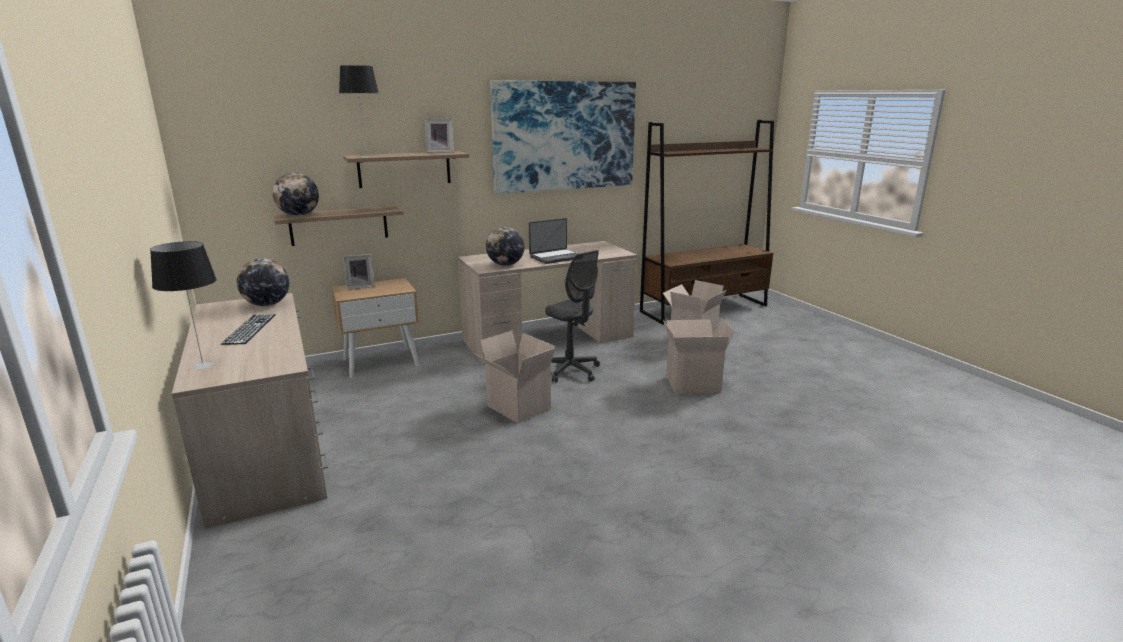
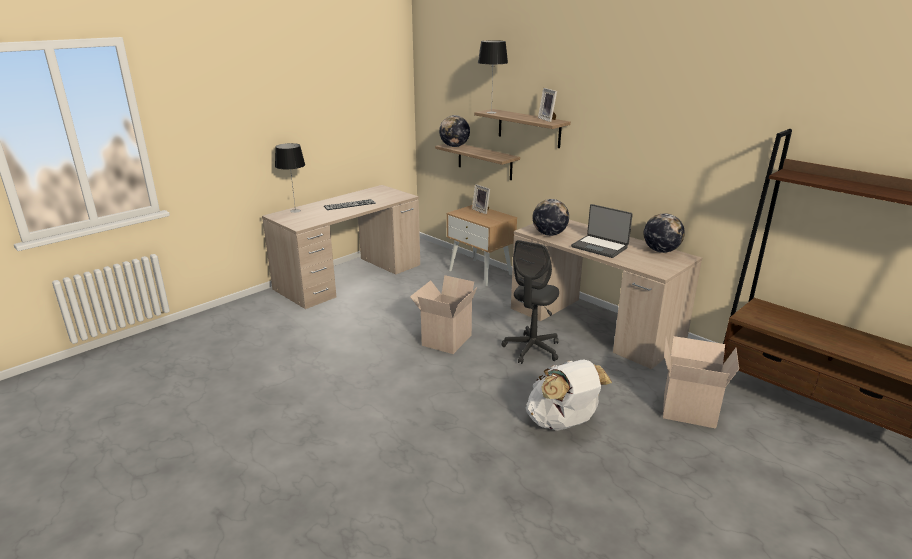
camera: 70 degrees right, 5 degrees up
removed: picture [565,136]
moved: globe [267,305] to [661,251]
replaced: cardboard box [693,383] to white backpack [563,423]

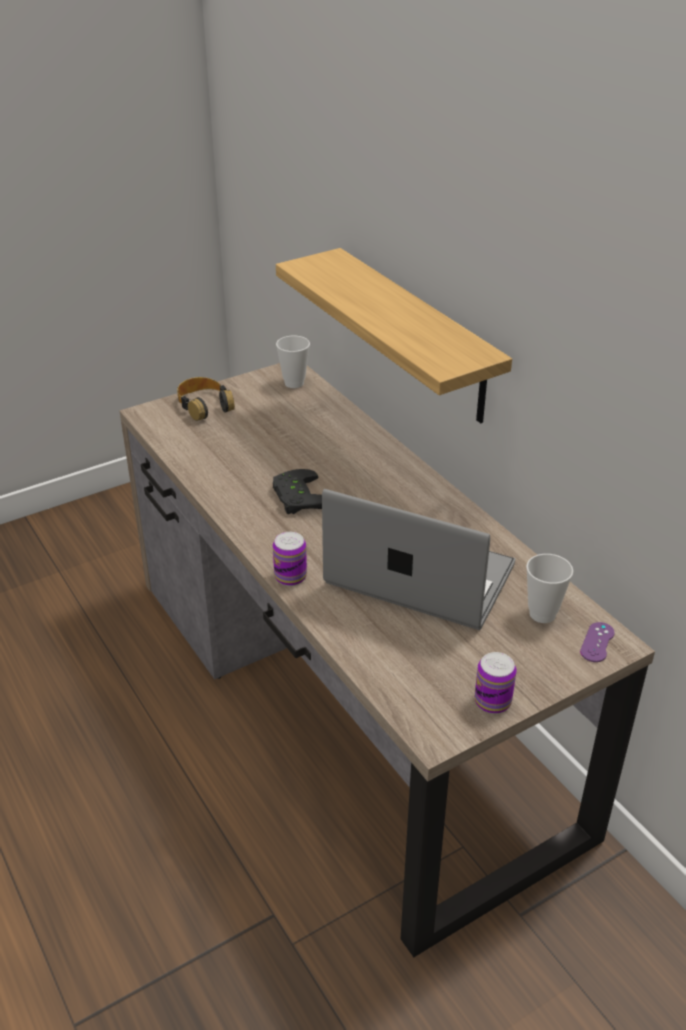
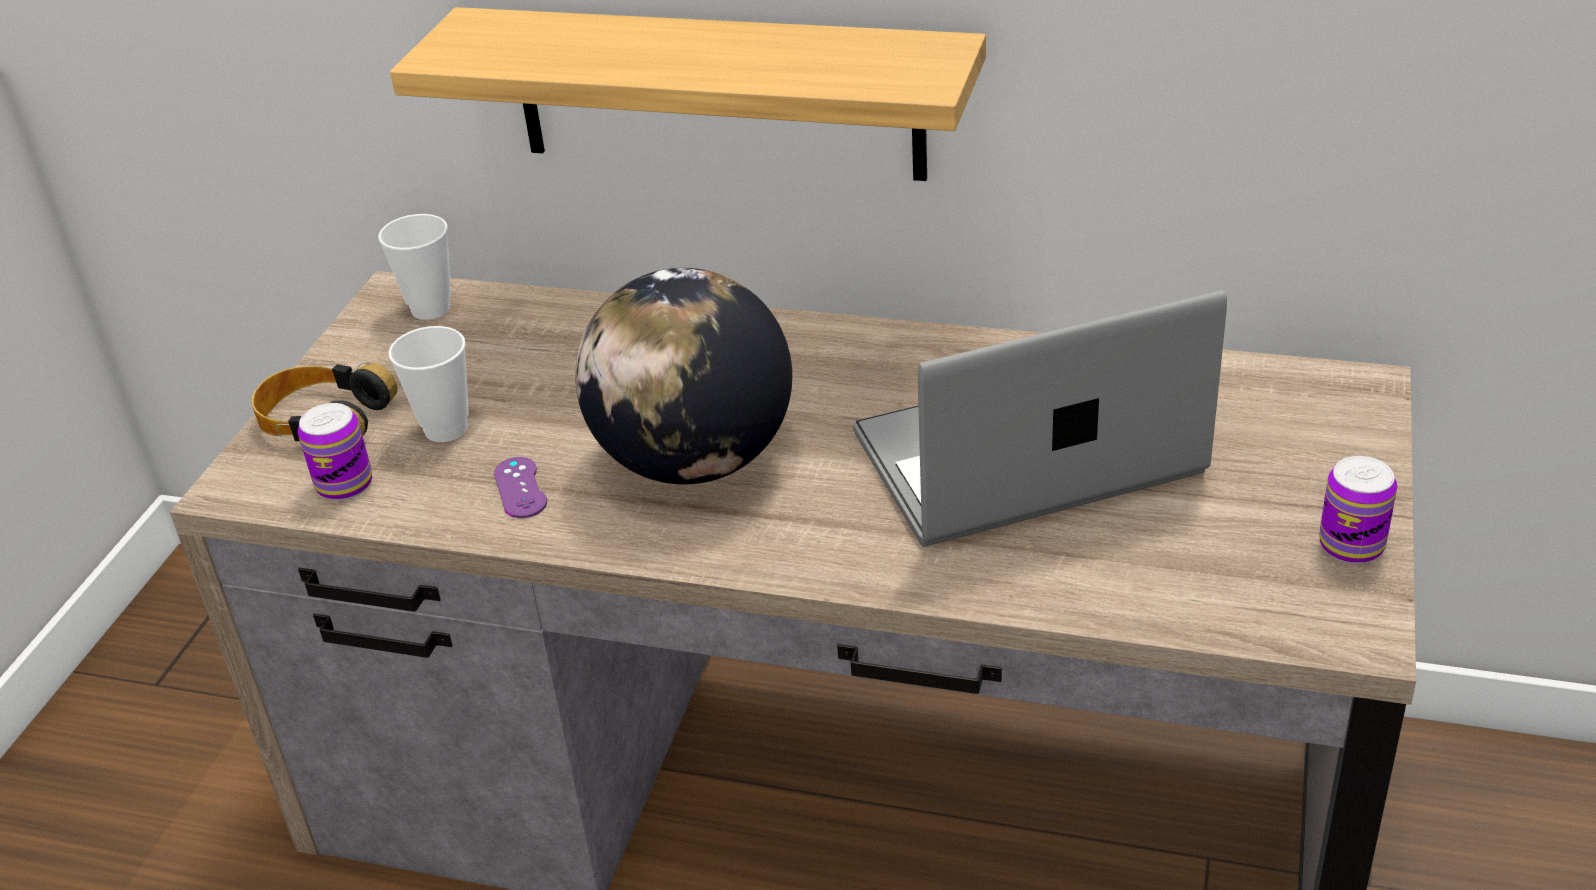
camera: 40 degrees left, 0 degrees up
moved: can [290,576] to [344,484]; cup [542,614] to [446,429]; purple game controller [597,642] to [520,488]
replaced: black game controller [297,497] to globe [694,461]

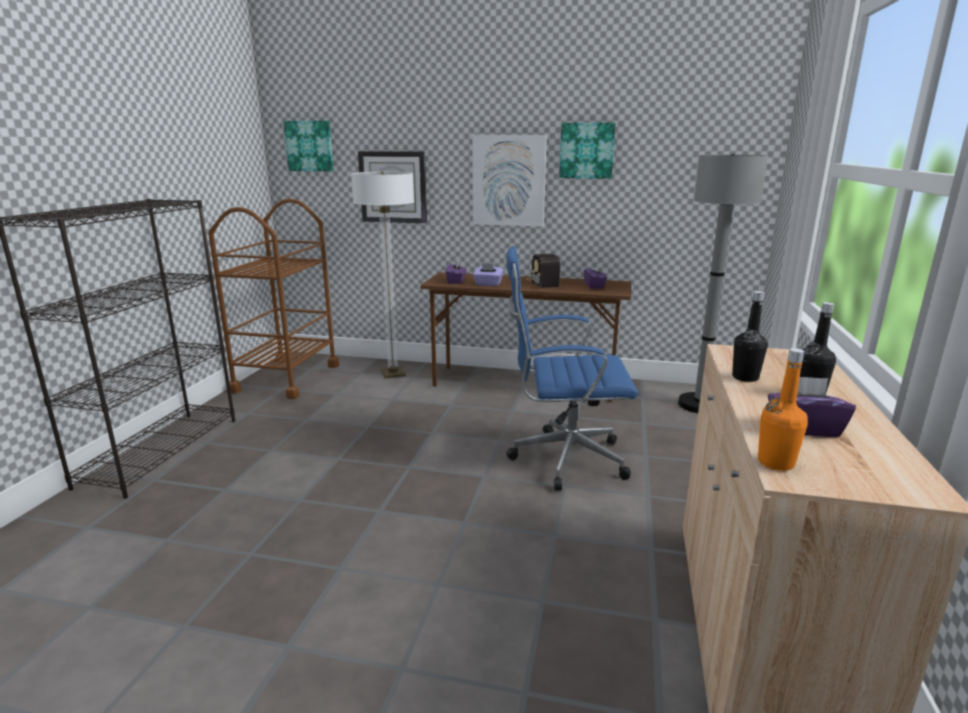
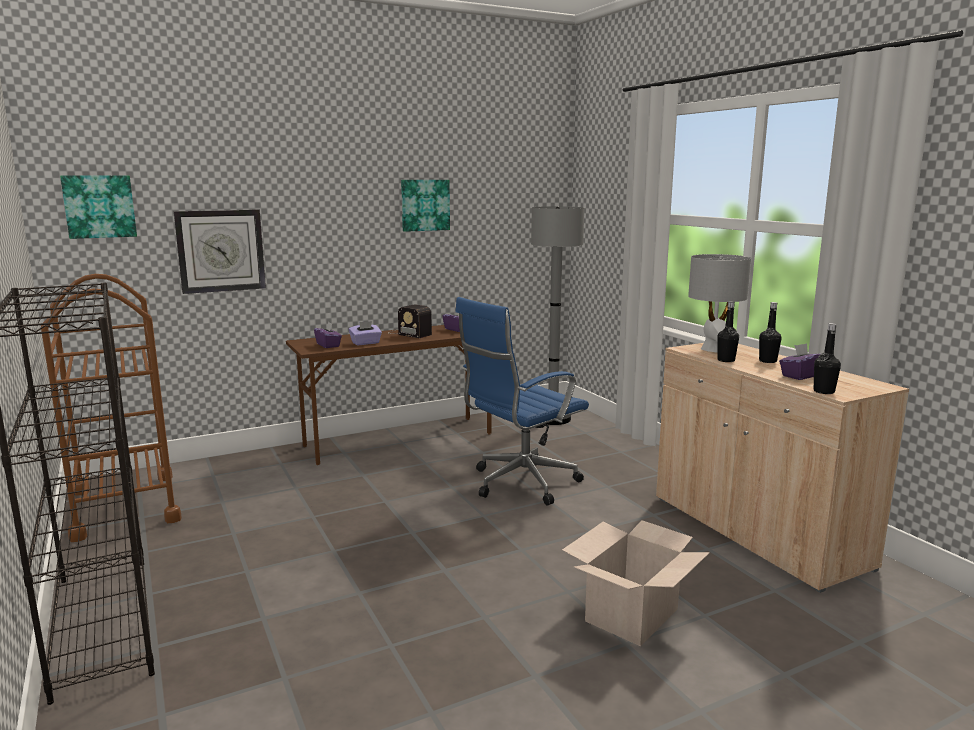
camera: 40 degrees left, 5 degrees down
removed: picture [509,180]; floor lamp [393,374]
added: grey table lamp [713,349]; cardboard box [632,615]
recoloured: orange bottle [775,463] to black bottle [824,391]

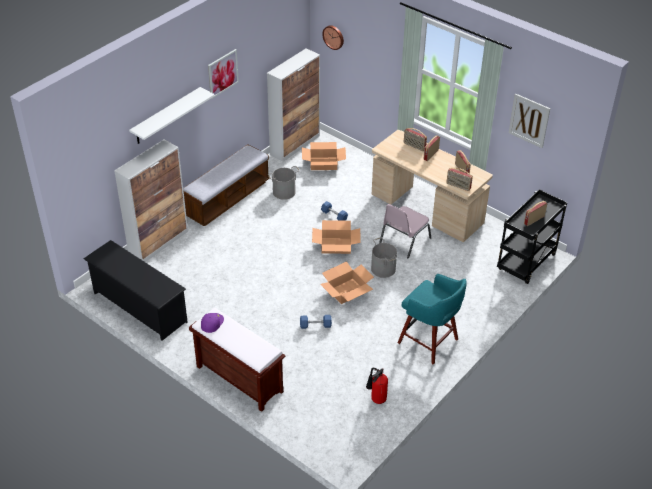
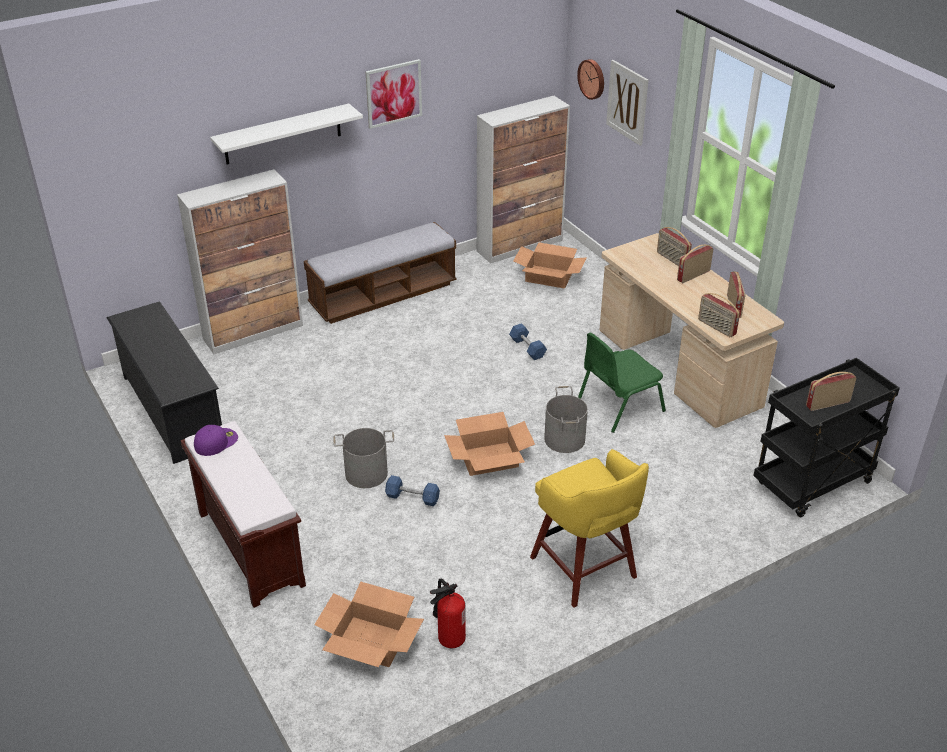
camera: 20 degrees right, 5 degrees down
moved: picture [529,120] to [627,102]; grey bucket [284,192] to [366,474]; cardboard box [336,246] to [371,641]
recoloured: pink chair [404,241] to green chair [618,406]; turquoise stool [429,342] to yellow stool [584,569]

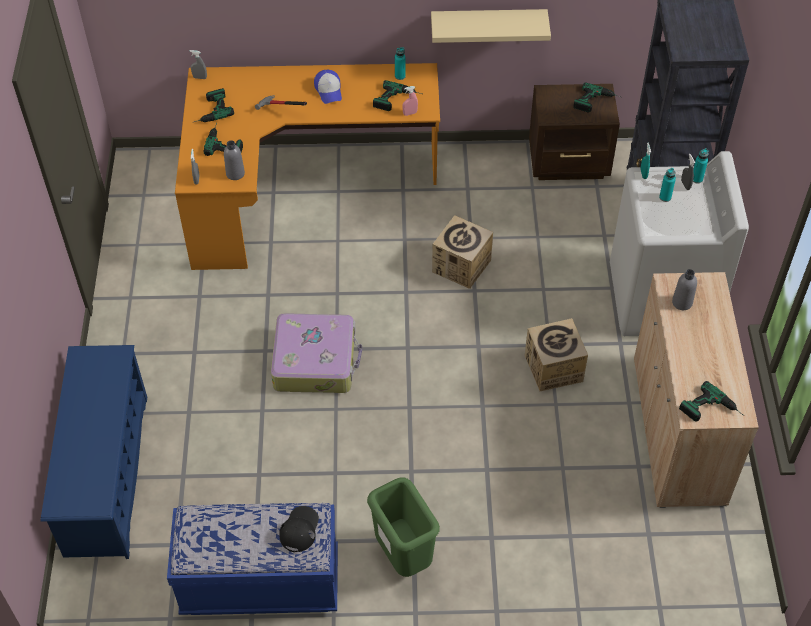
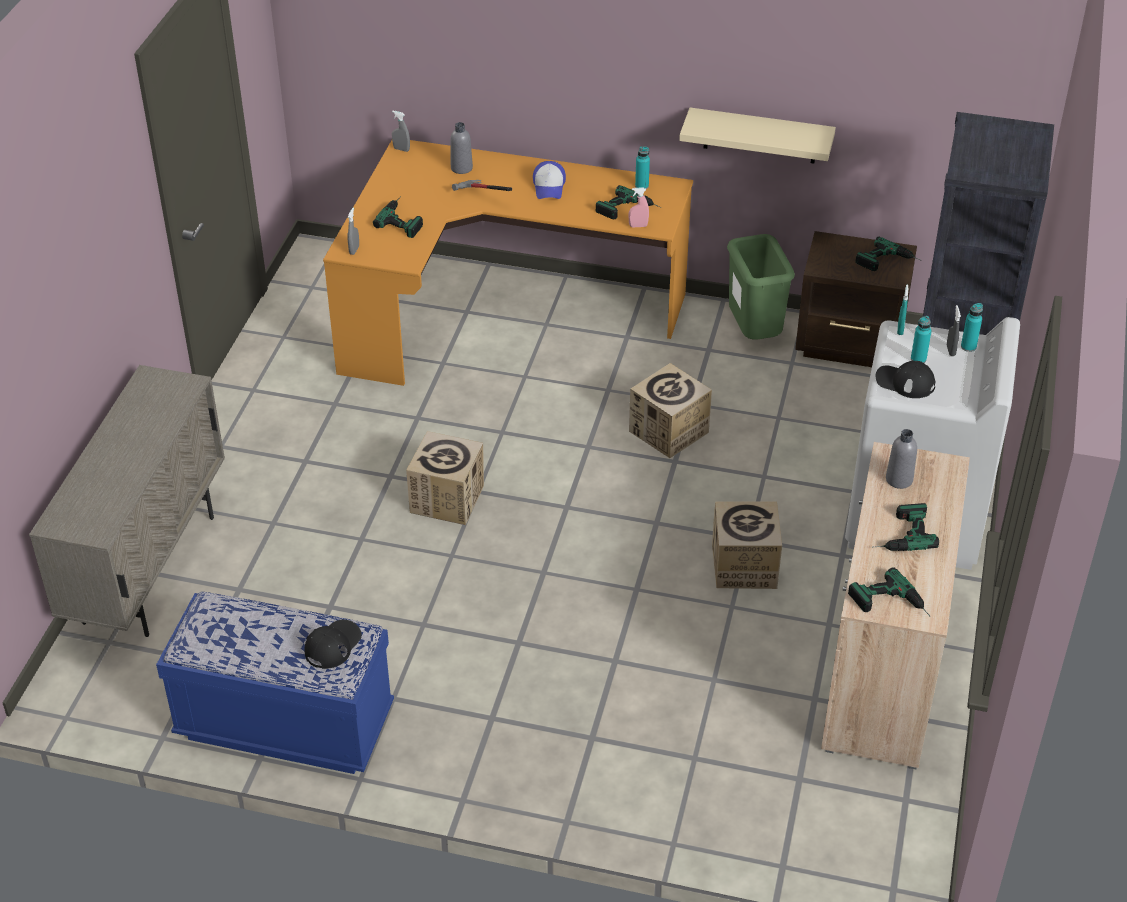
camera: 15 degrees right, 10 degrees down
added: black cap [905,382]
moved: power drill [209,110] to [899,534]; grey bottle [235,173] to [461,168]; green trash can [404,556] to [754,335]
replaced: suitcase [315,361] to cardboard box [447,499]; blue shoe rack [106,475] to beige cabinet [150,569]

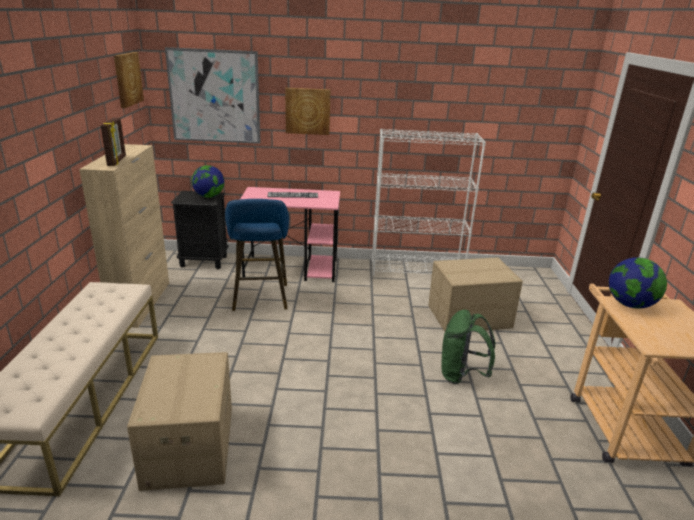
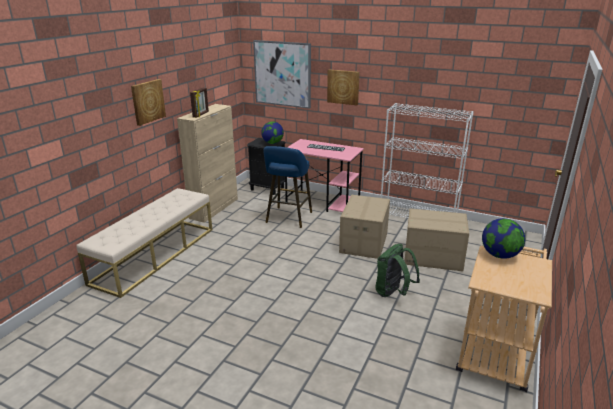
camera: 25 degrees right, 0 degrees up
moved: picture [127,79] to [147,101]; cardboard box [188,446] to [363,242]

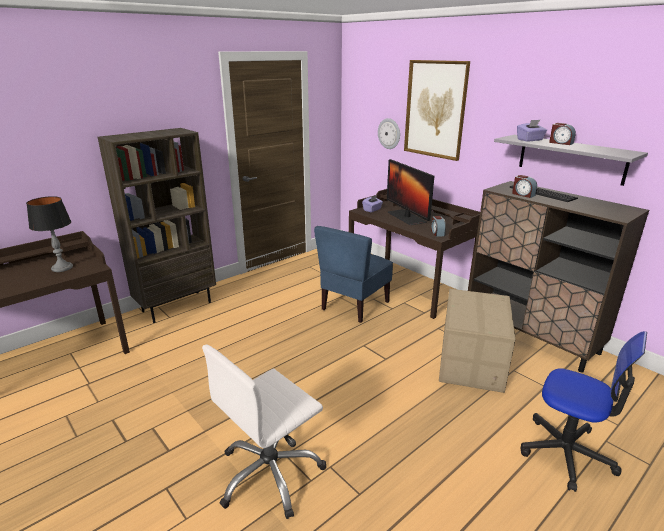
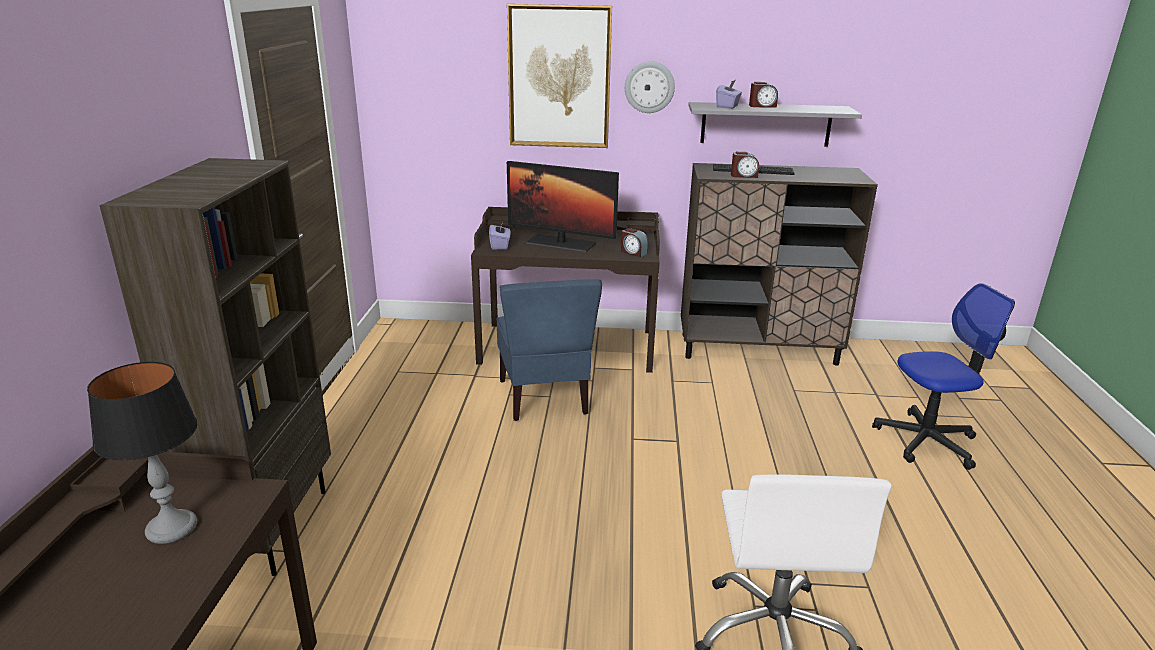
camera: 45 degrees left, 0 degrees up
removed: cardboard box [472,362]
moved: wall clock [389,133] to [649,87]

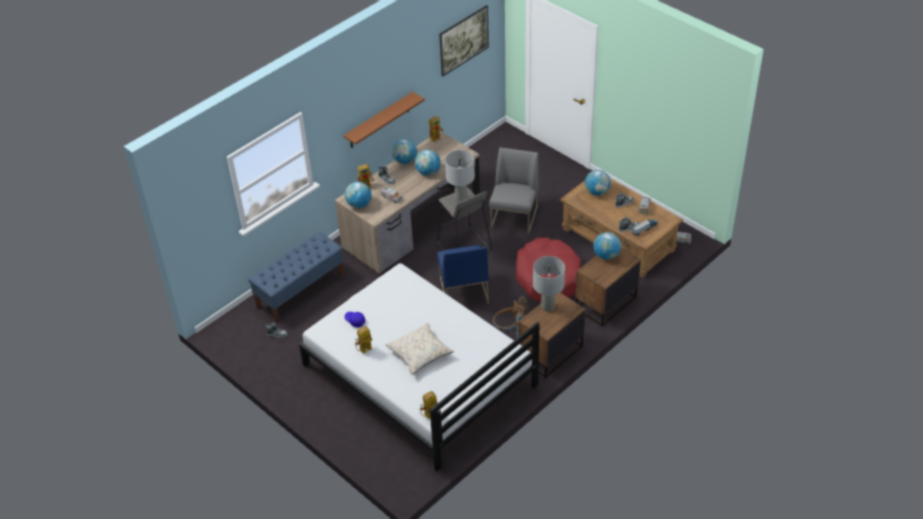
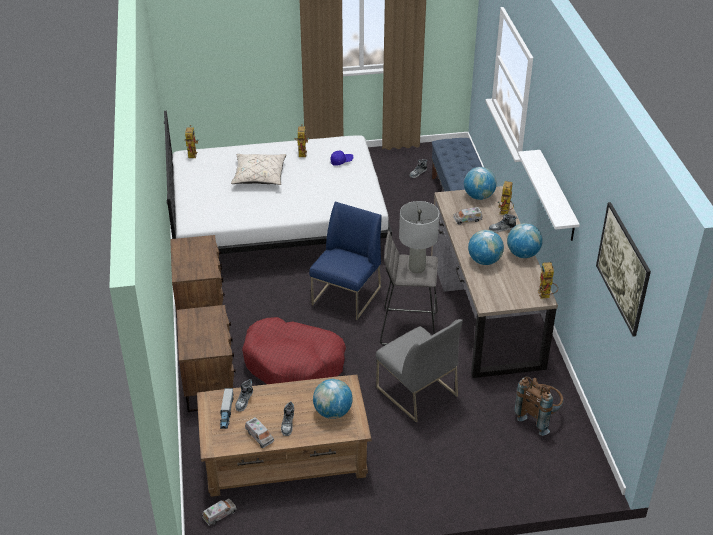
camera: 125 degrees right, 5 degrees down
removed: globe [606,255]; grey table lamp [547,307]
moved: brown backpack [511,332] to [538,417]
recoloured: brown shelf [379,121] to white shelf [557,196]
turned: blue chair [463,290] = [347,296] 90 degrees clockwise

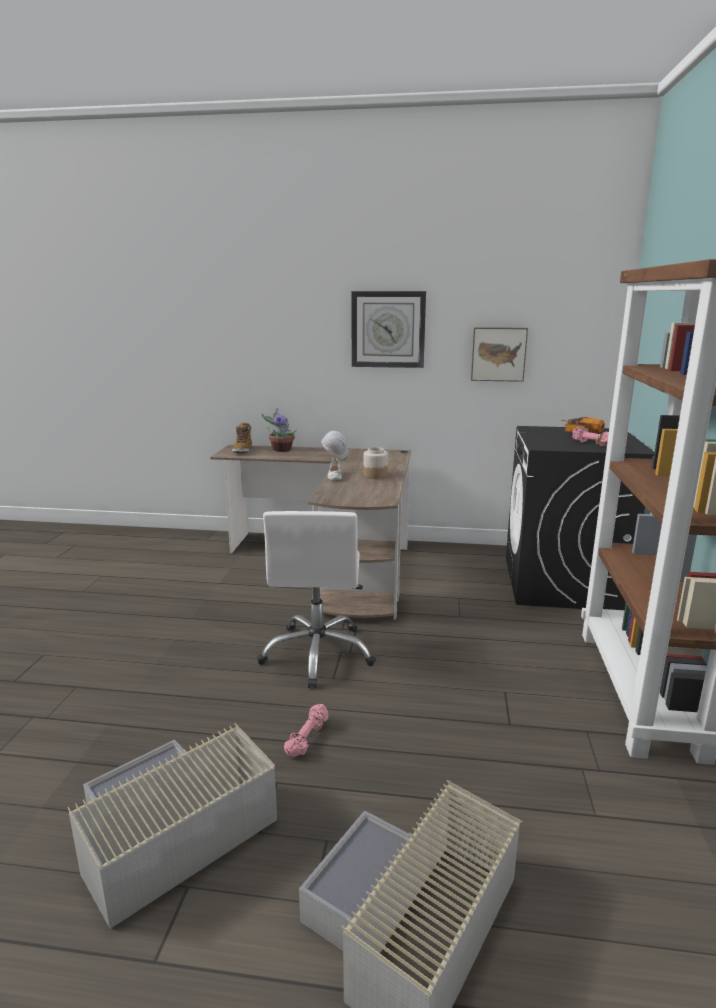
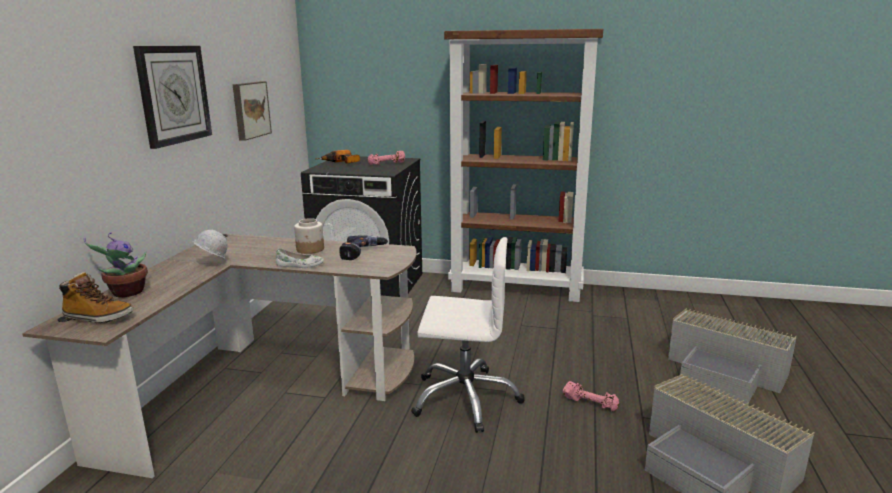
camera: 85 degrees left, 0 degrees up
added: power drill [362,253]

